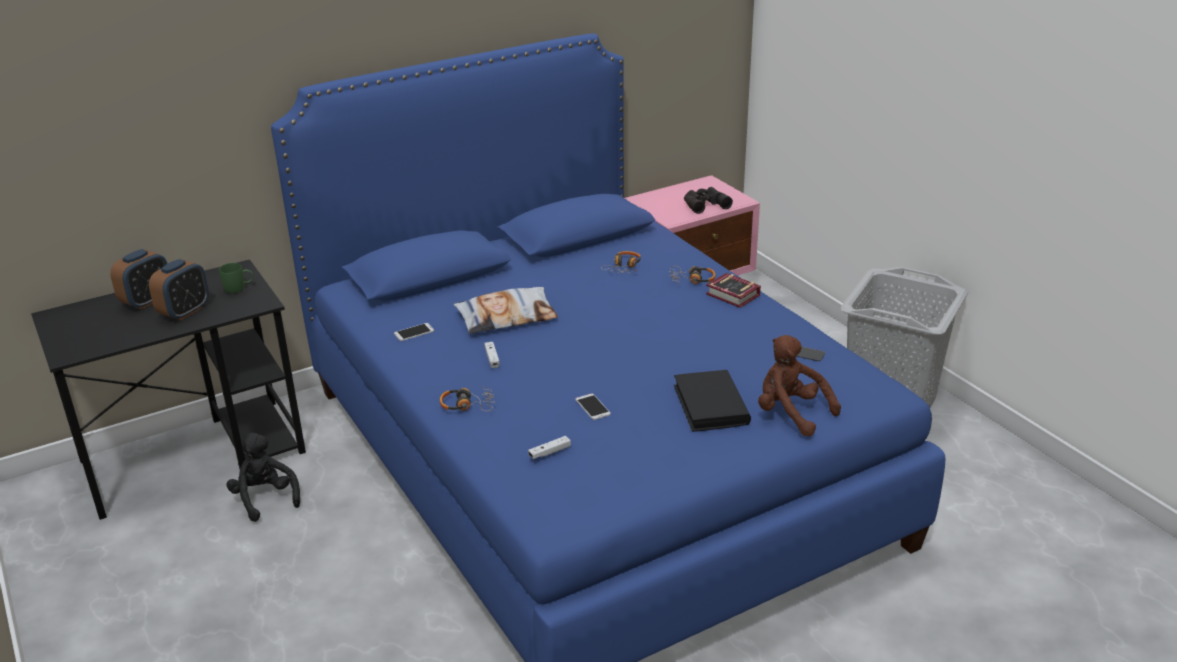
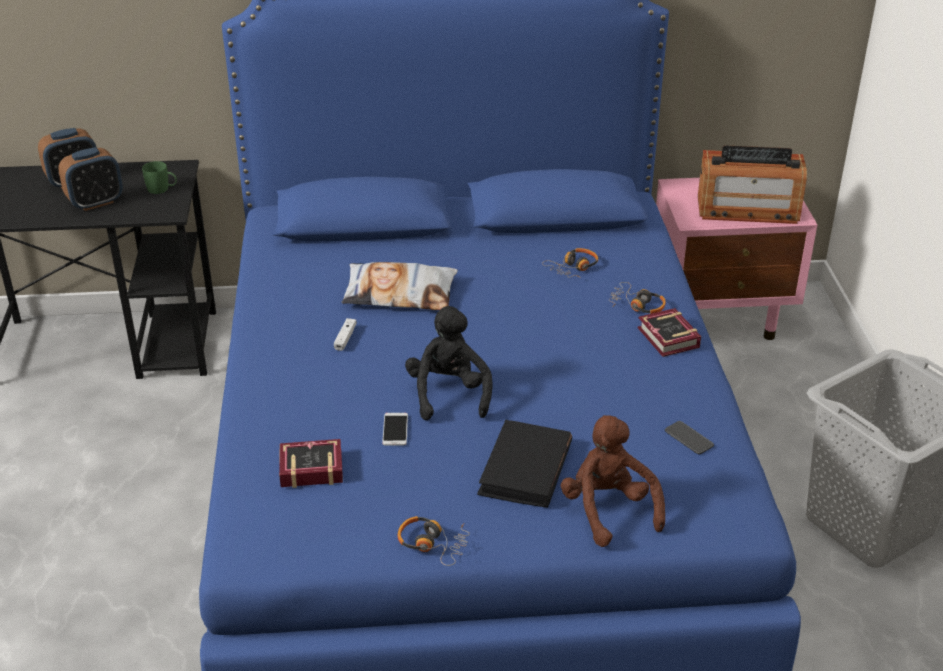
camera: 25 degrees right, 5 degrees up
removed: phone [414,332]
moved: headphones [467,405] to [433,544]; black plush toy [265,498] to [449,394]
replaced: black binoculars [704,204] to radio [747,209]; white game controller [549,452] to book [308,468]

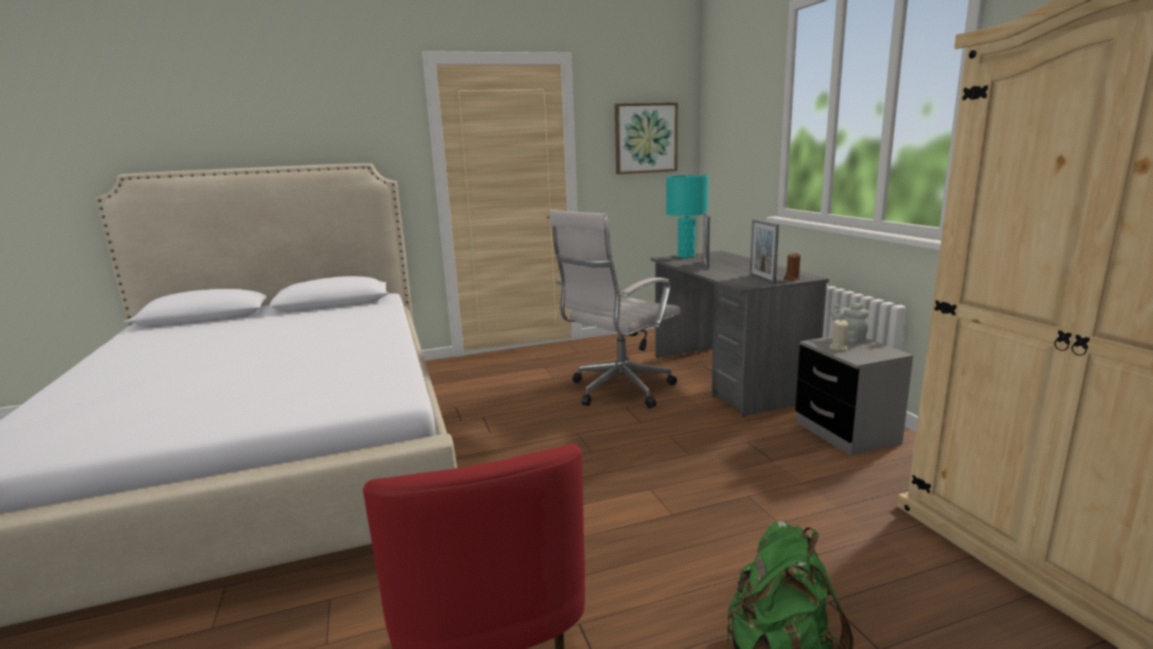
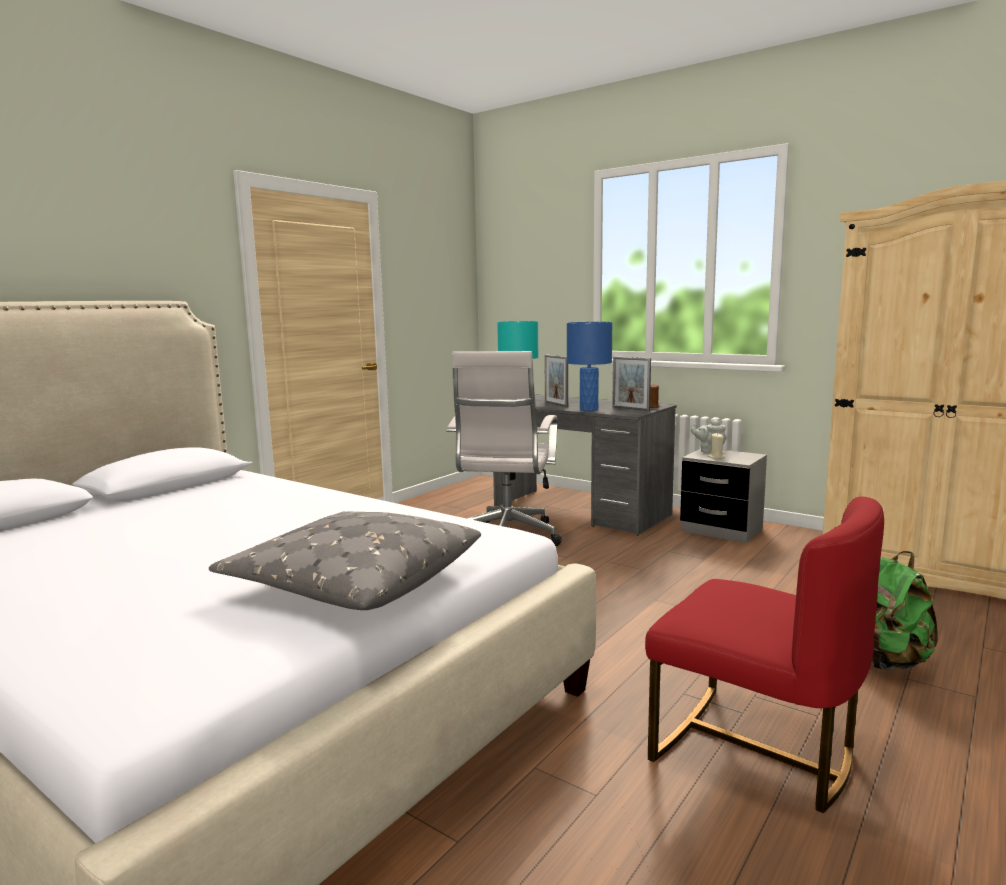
camera: 35 degrees left, 5 degrees down
removed: picture [645,138]
added: blue table lamp [588,409]; grey pillow [353,581]

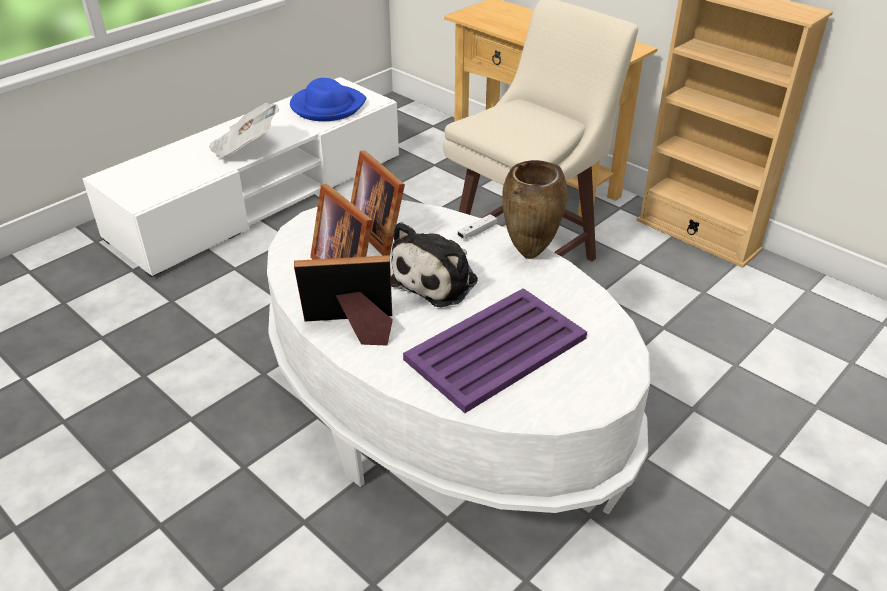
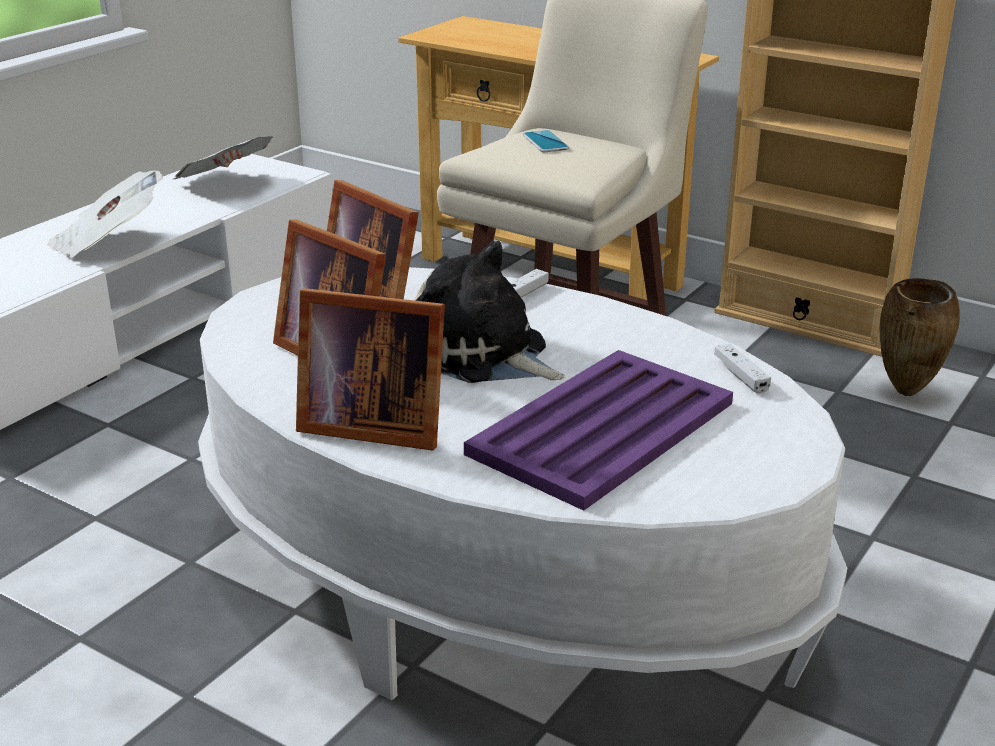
camera: 10 degrees left, 10 degrees down
added: phone [545,142]; white game controller [741,376]
moved: brown vase [530,255] to [907,392]
replaced: blue hat [327,106] to newspaper [225,185]
turned: plush toy [437,280] = [482,355] 105 degrees clockwise; picture frame [352,328] = [370,424] 150 degrees counterclockwise

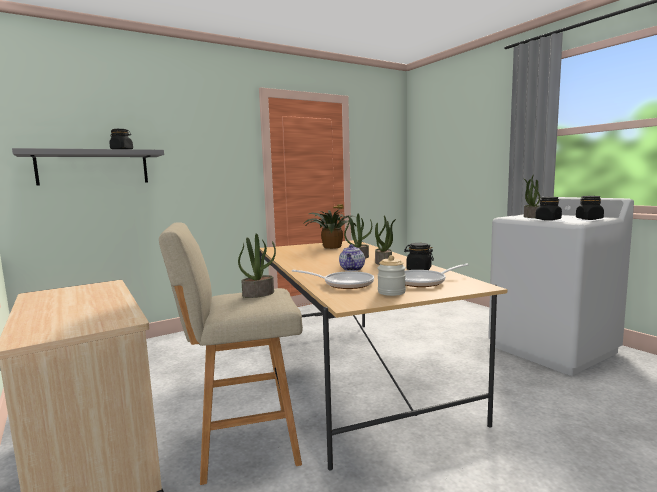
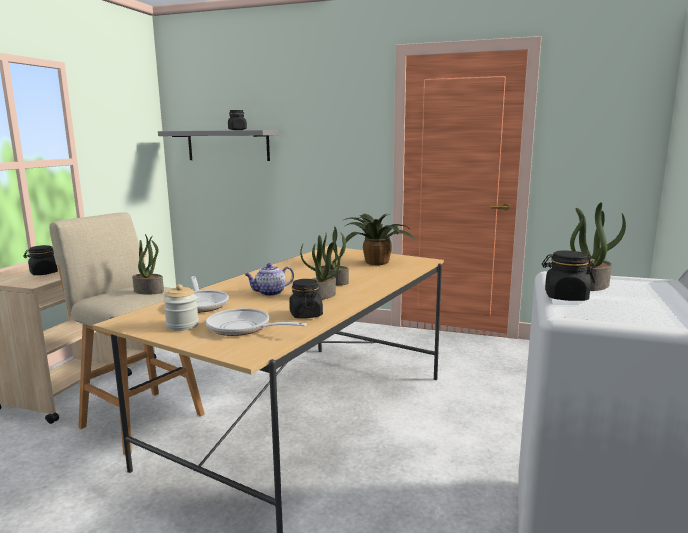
camera: 50 degrees right, 5 degrees up
moved: black jar [589,219] to [43,273]

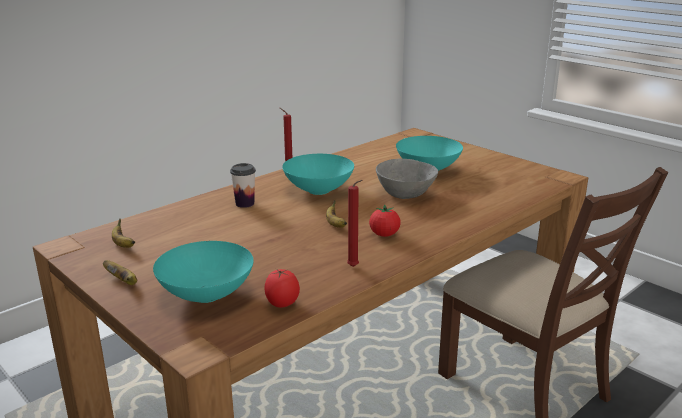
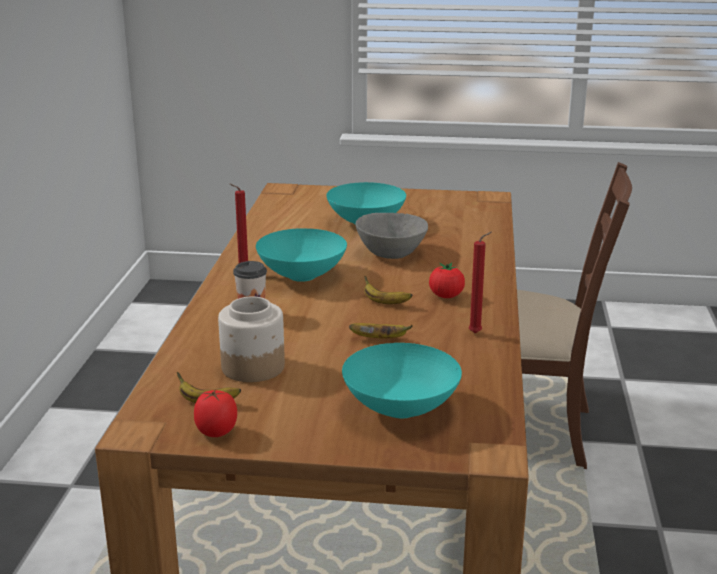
camera: 40 degrees left, 0 degrees up
added: jar [252,367]
moved: banana [123,281] to [380,339]; tomato [282,304] to [217,433]

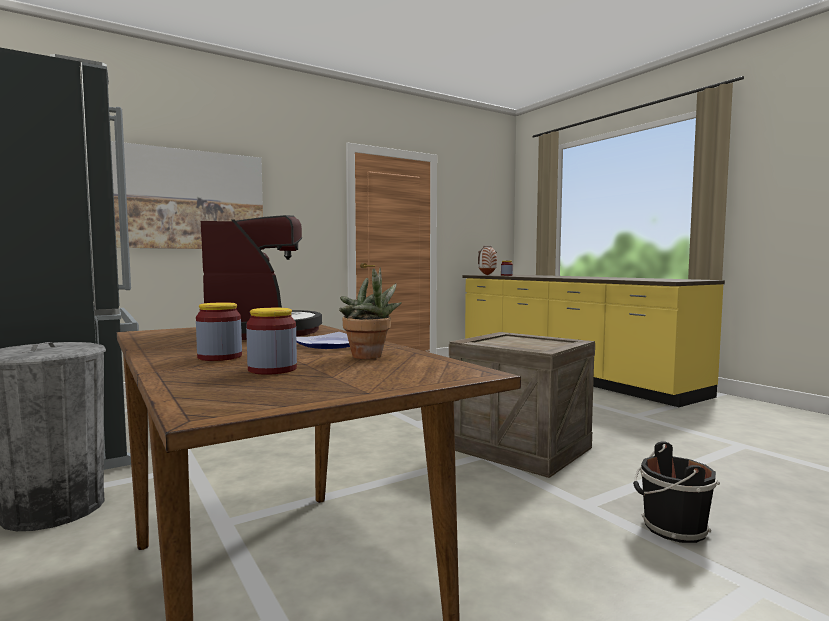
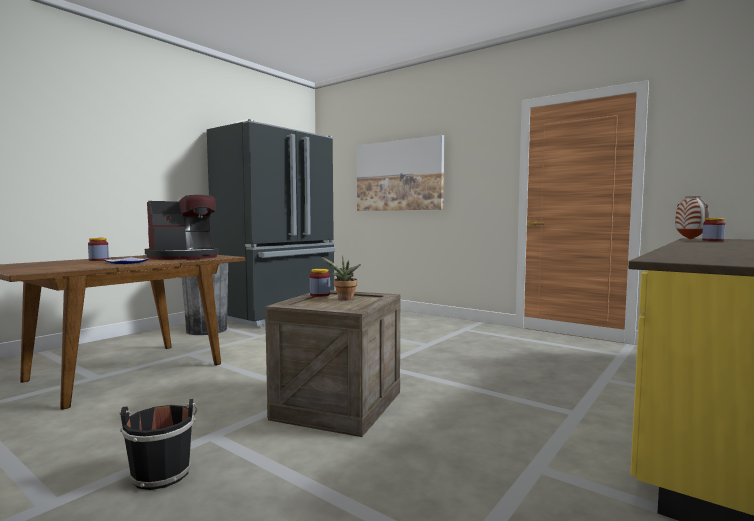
camera: 70 degrees right, 0 degrees up
moved: potted plant [370,357] to [344,299]; jar [272,369] to [320,295]

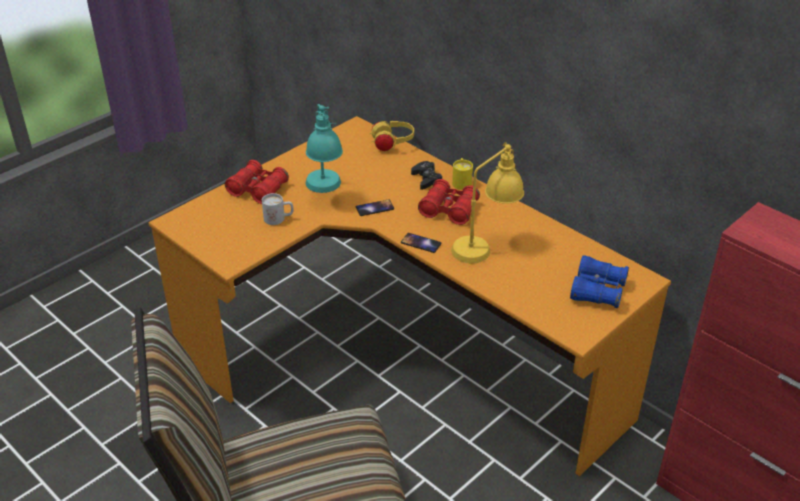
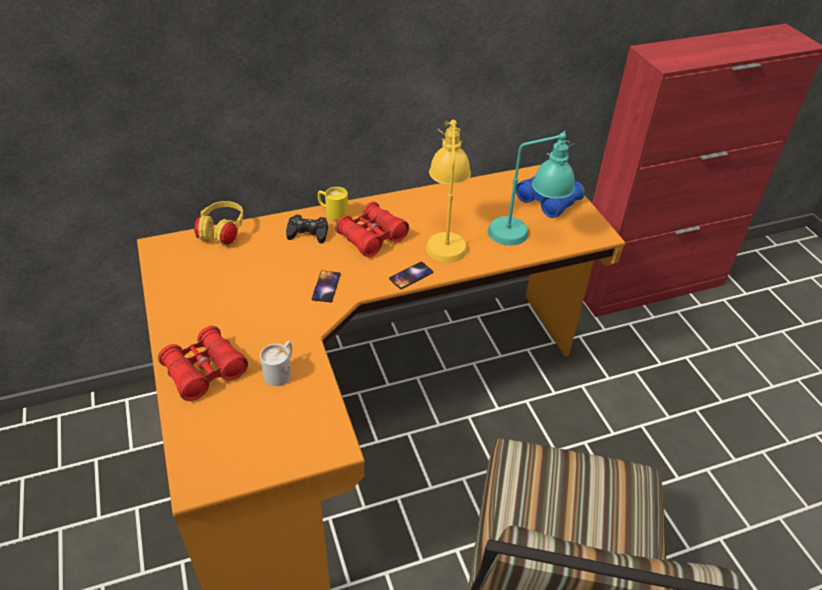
camera: 65 degrees left, 5 degrees up
moved: turquoise table lamp [325,191] to [525,235]

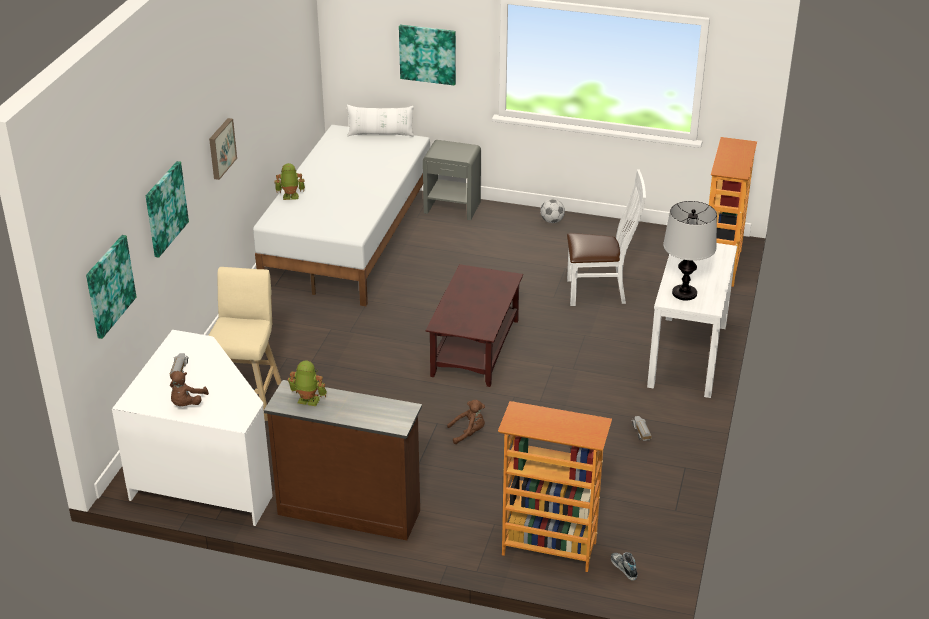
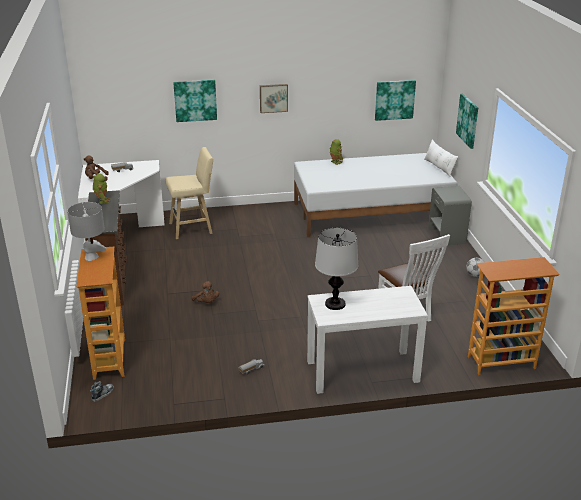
camera: 65 degrees right, 5 degrees down
removed: brown coffee table [475,347]
added: grey table lamp [91,257]
moved: picture [109,286] to [394,100]

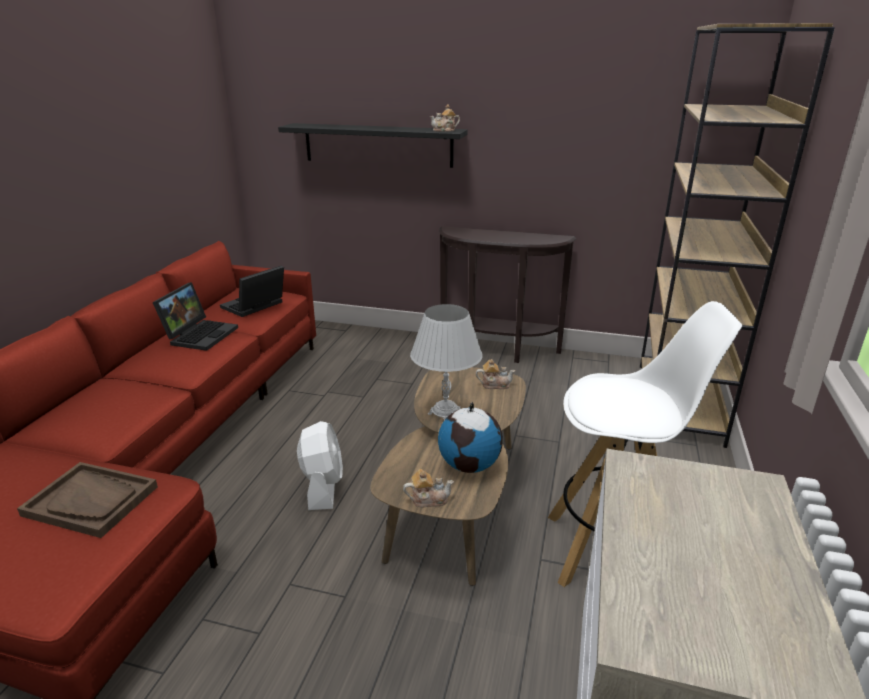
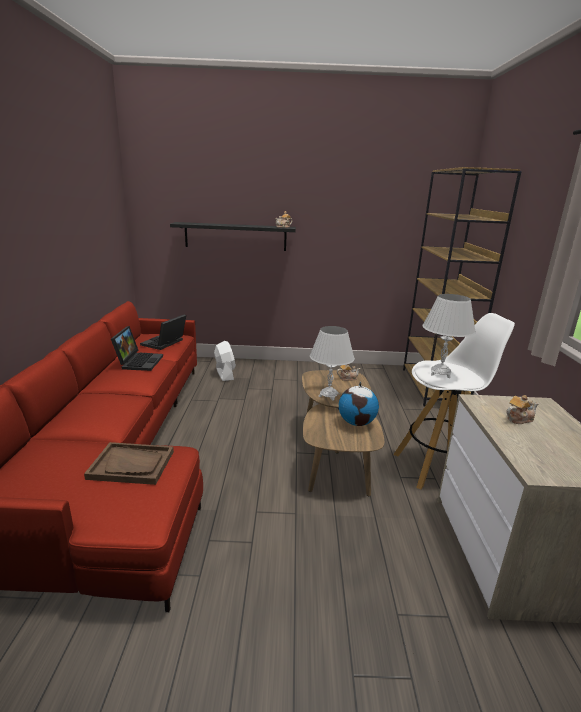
camera: 15 degrees left, 5 degrees down
removed: brown console table [497,351]
added: white table lamp [440,373]
moved: white fan [323,486] to [225,374]; teapot [428,499] to [518,419]

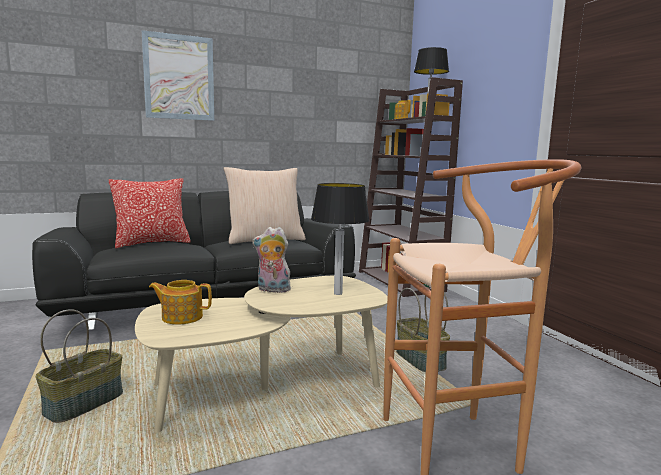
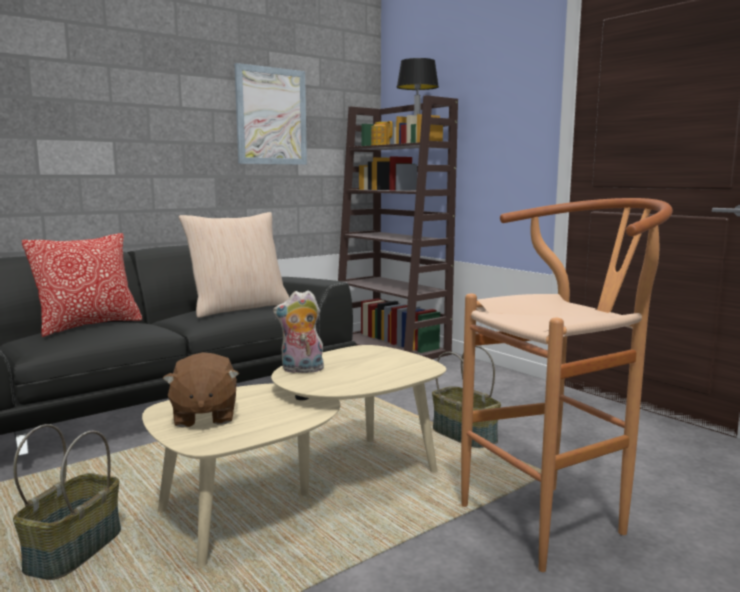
camera: 15 degrees left, 0 degrees up
removed: table lamp [338,293]
moved: picture [179,77] to [271,116]
replaced: teapot [181,317] to brown plush toy [204,416]

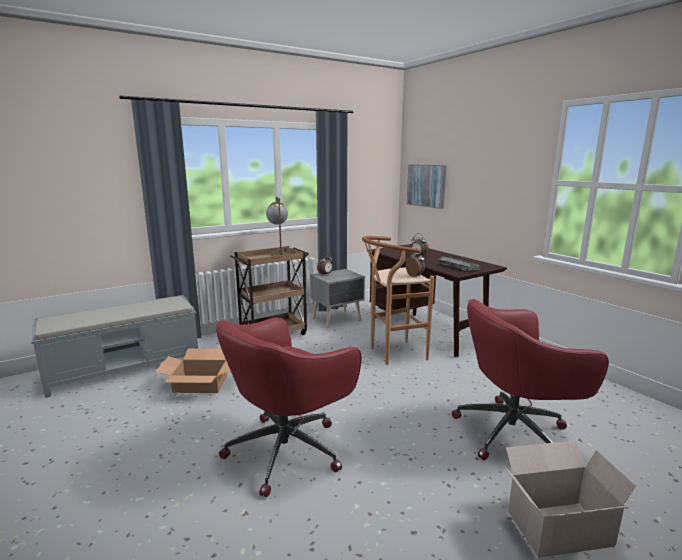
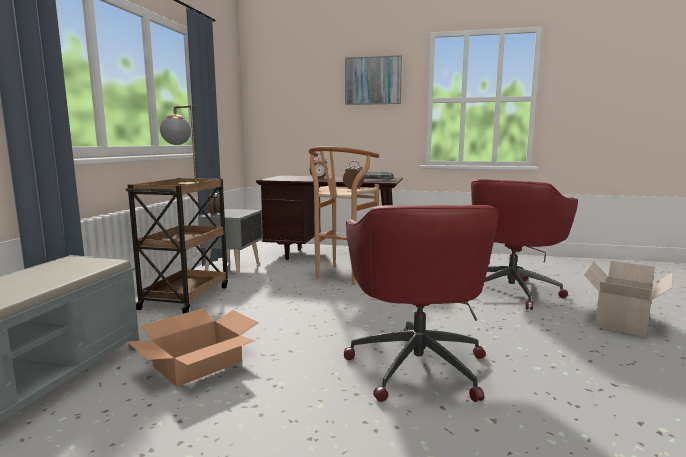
camera: 45 degrees left, 5 degrees down
moved: picture [426,185] to [373,81]

